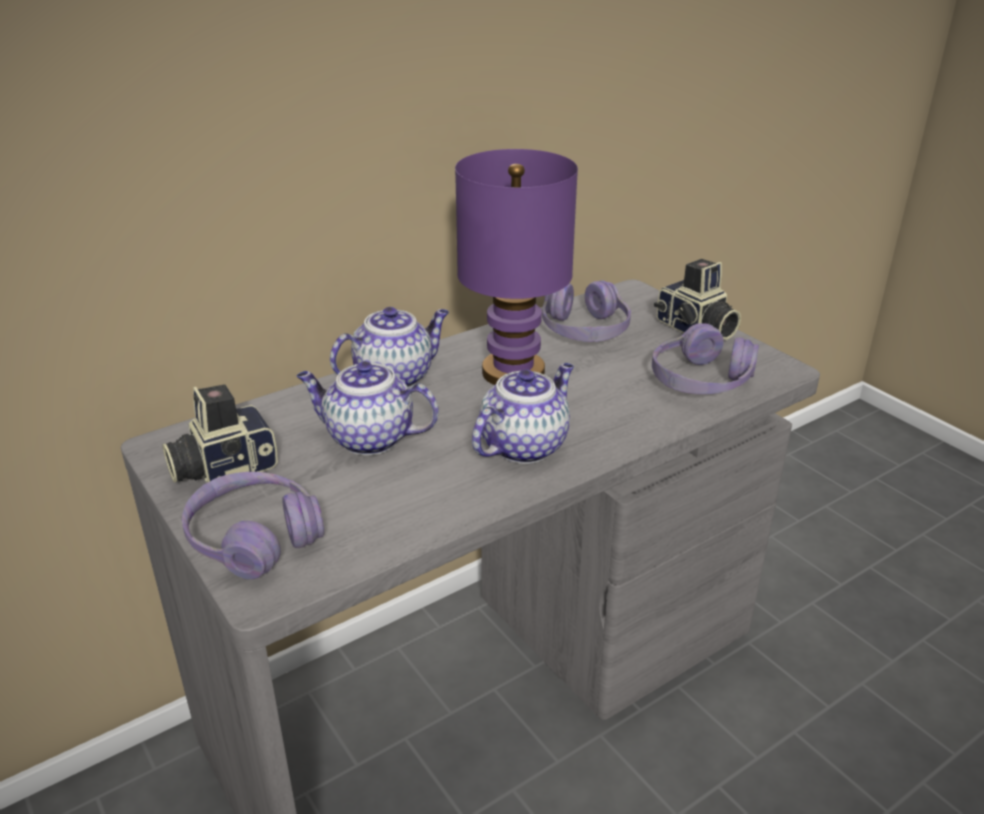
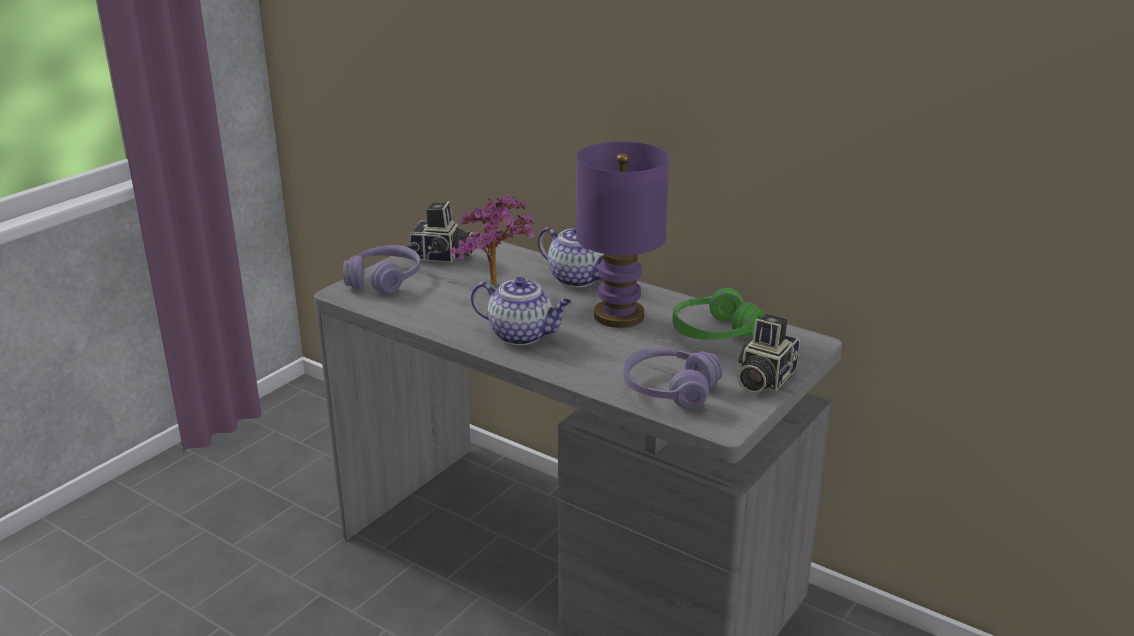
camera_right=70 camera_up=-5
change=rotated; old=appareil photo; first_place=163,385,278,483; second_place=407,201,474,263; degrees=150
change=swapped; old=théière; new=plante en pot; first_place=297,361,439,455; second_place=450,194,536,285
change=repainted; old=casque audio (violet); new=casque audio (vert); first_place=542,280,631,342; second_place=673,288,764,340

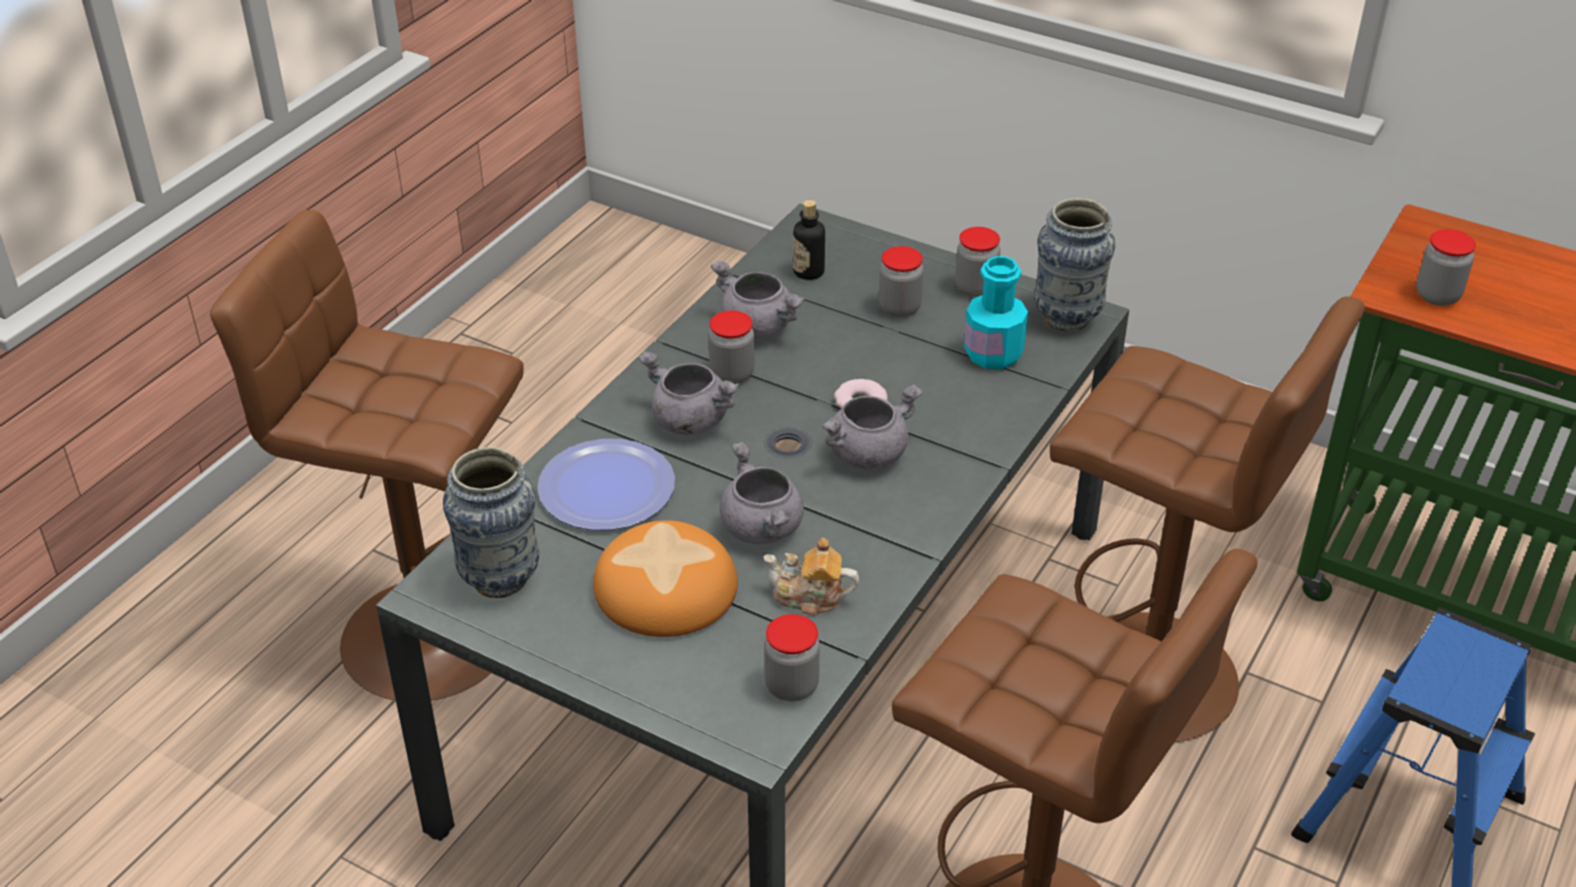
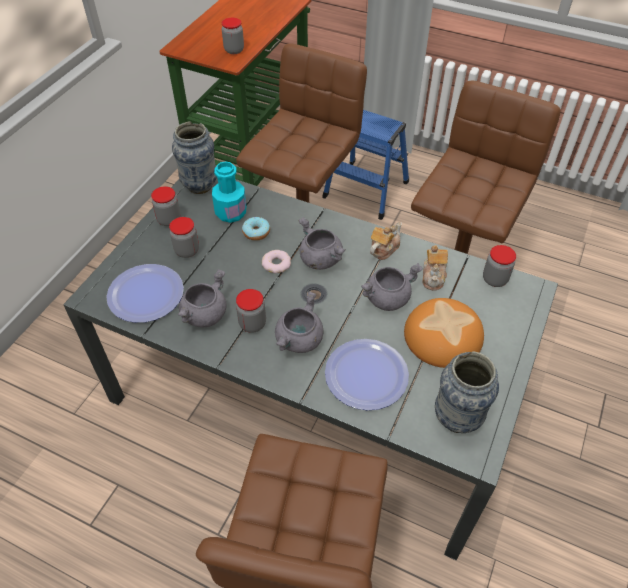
camera_right=-95 camera_up=10
change=swapped; old=bouteille; new=assiette; first_place=793,200,825,280; second_place=106,264,184,323
change=new; new=beignet; second_place=242,217,270,241
change=new; new=théière; second_place=370,222,402,260

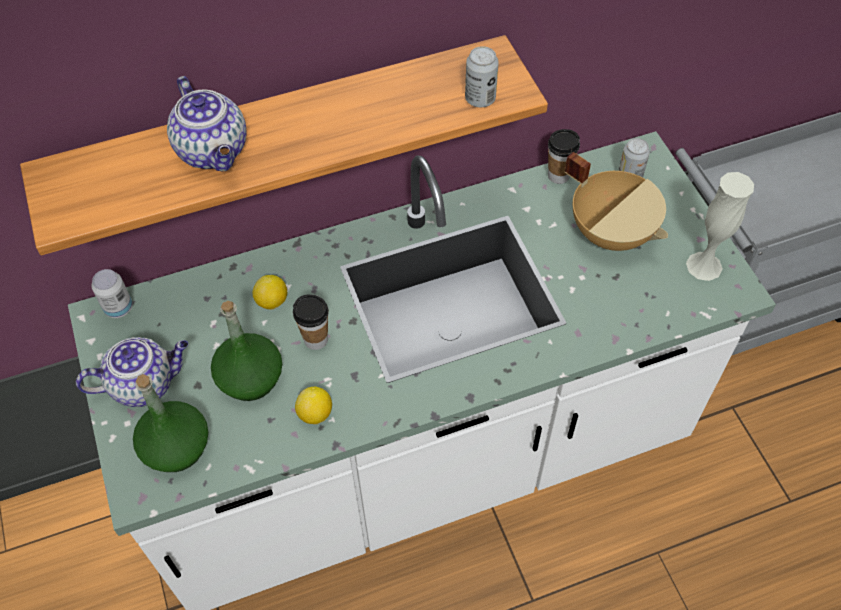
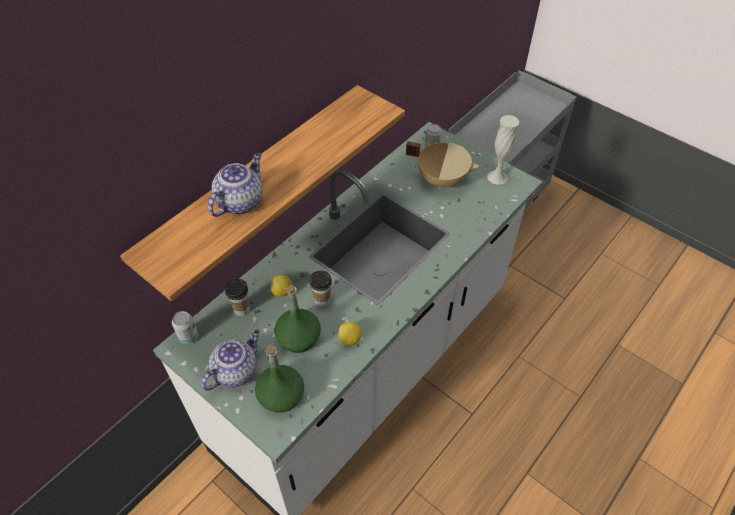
camera_right=-30 camera_up=-5
change=rotated; old=théière; first_place=167,76,247,171; second_place=208,153,262,217; degrees=-90
change=shifted; old=tasse; first_place=548,129,580,184; second_place=225,279,250,316
change=gone; old=boîte métallique; first_place=465,46,499,107

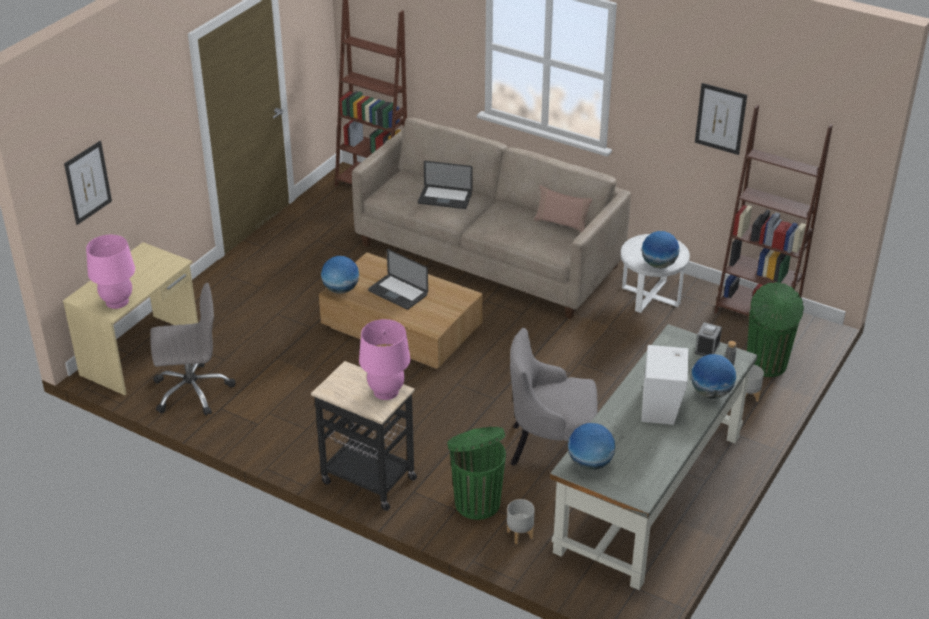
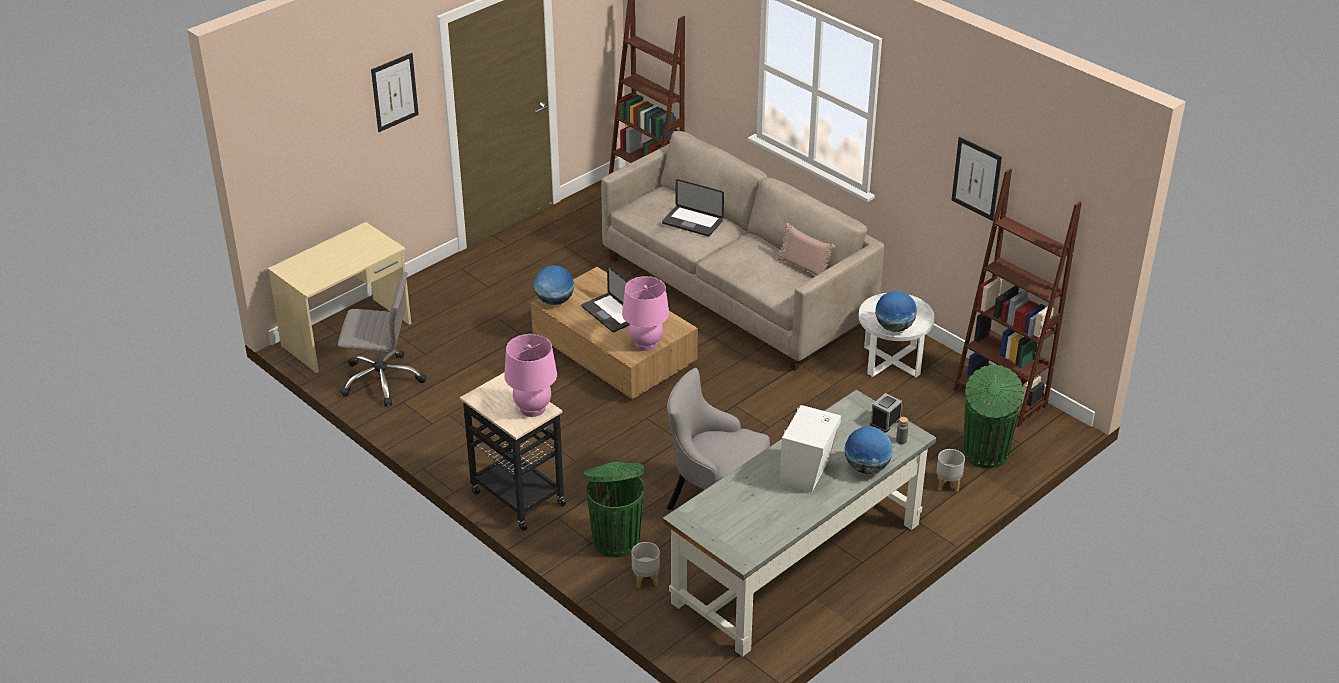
camera_right=15 camera_up=0
change=shifted; old=tableau; first_place=64,141,112,225; second_place=371,53,419,132
change=shifted; old=lampe de table (rose); first_place=86,235,135,309; second_place=622,276,669,351
change=gone; old=globe; first_place=568,423,615,470

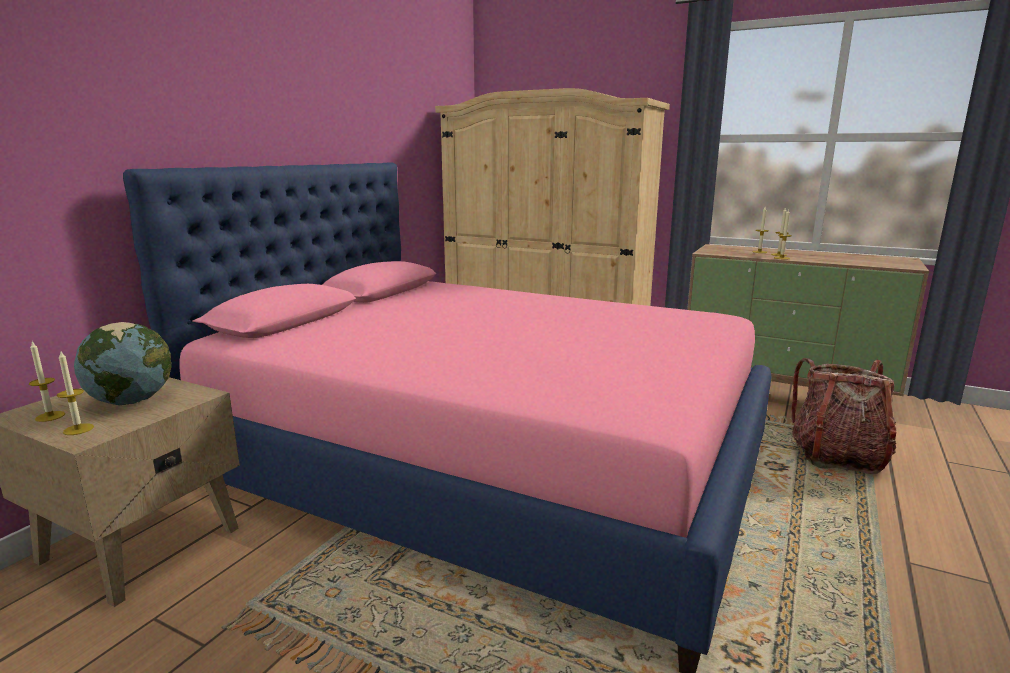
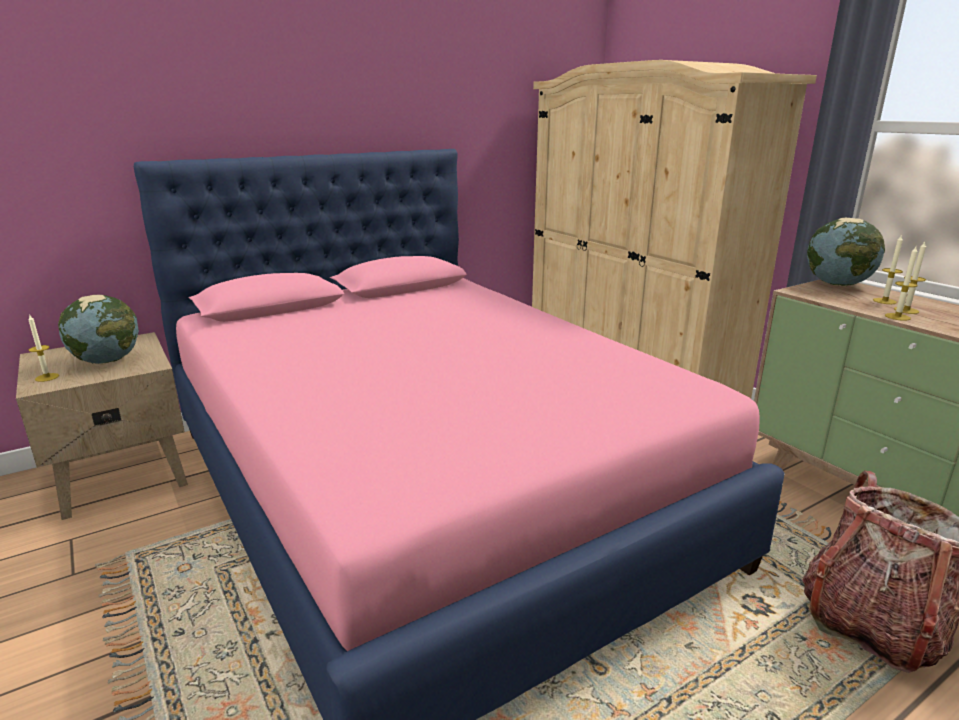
camera_right=30 camera_up=5
change=new; new=globe; second_place=807,218,885,286
change=gone; old=bougie; first_place=29,341,65,422

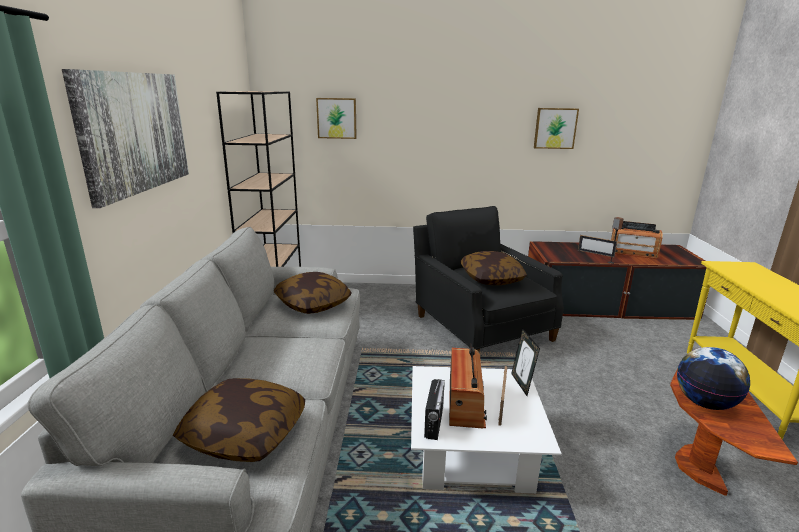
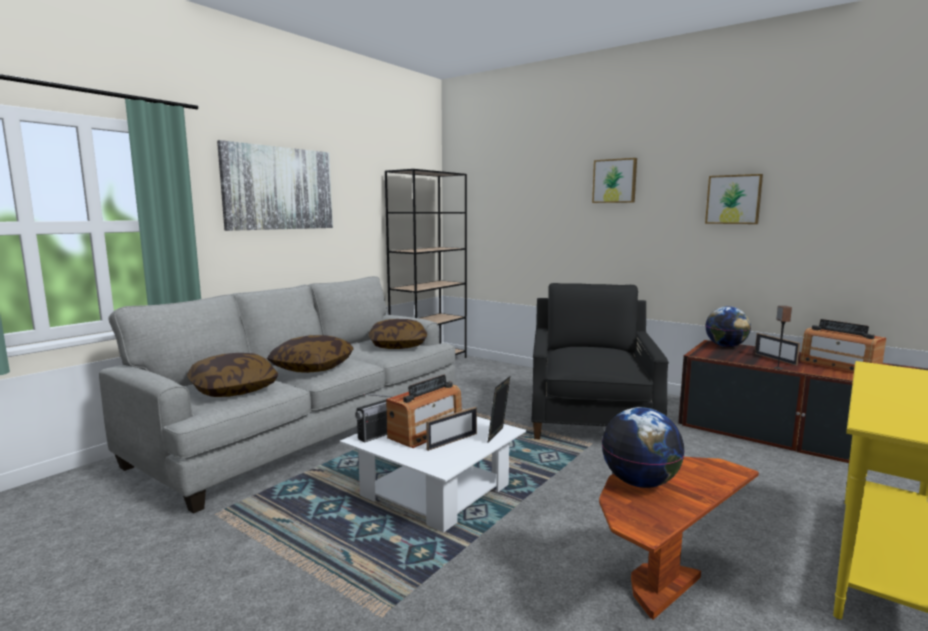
camera_right=35 camera_up=-10
change=shifted; old=coussin; first_place=461,251,527,285; second_place=267,335,354,373
change=shifted; old=tableau; first_place=316,98,357,139; second_place=592,158,637,203
change=new; new=globe; second_place=705,306,751,347

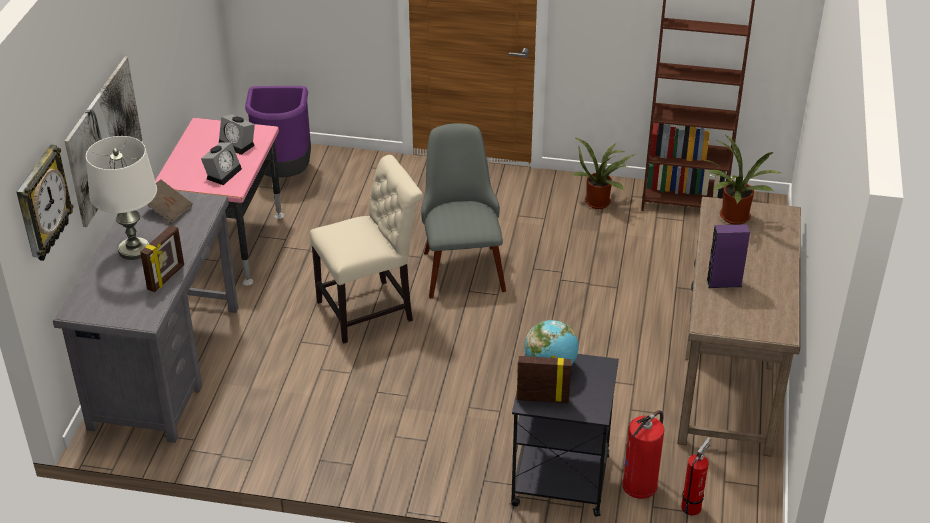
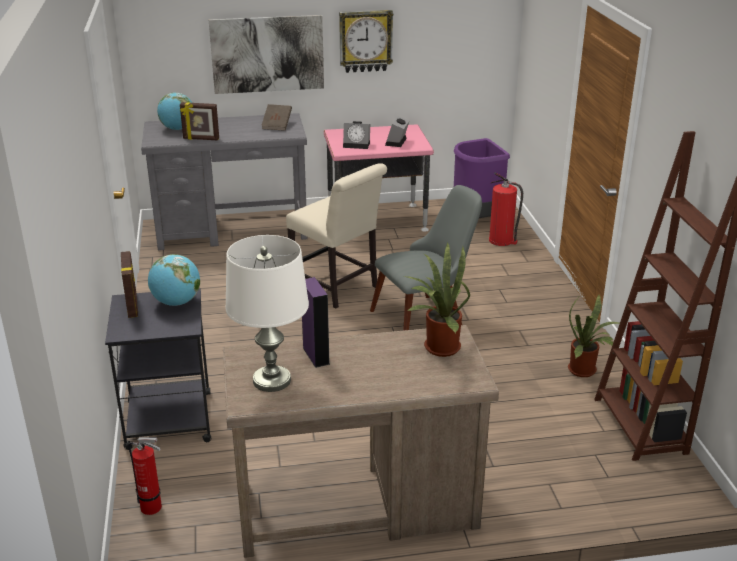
camera_right=70 camera_up=-10
change=new; new=globe; second_place=157,92,192,130
change=shifted; old=lampe de table (blanc); first_place=86,136,157,260; second_place=225,235,309,392
change=shifted; old=horloge murale; first_place=16,145,74,261; second_place=339,10,393,73
change=shifted; old=extincteur; first_place=622,410,664,499; second_place=489,173,523,246

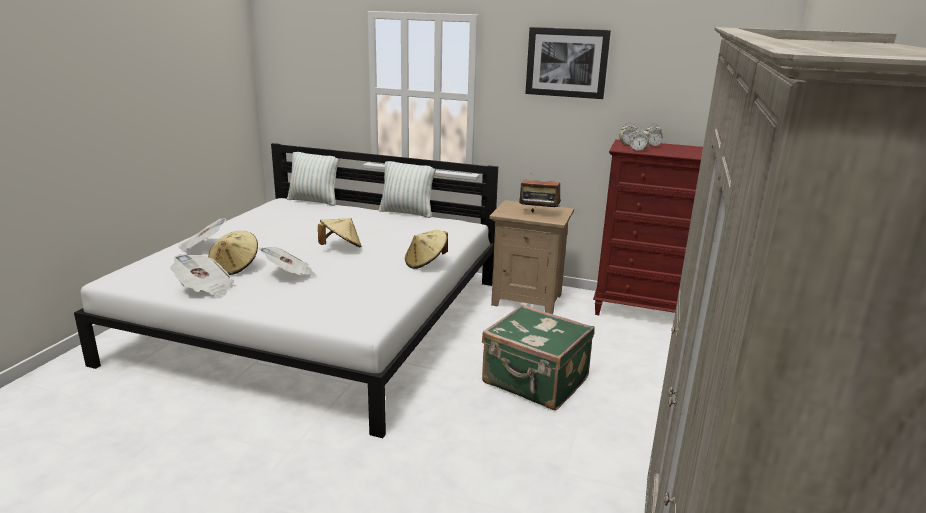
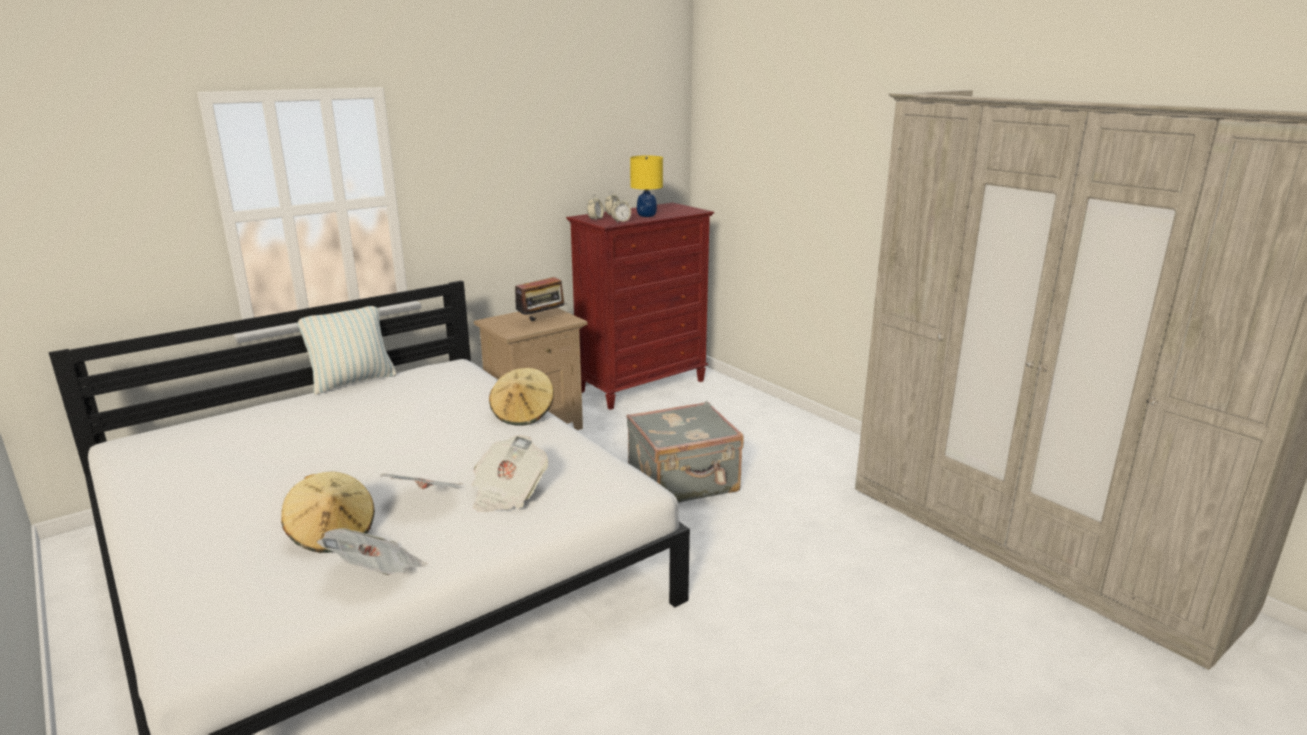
camera_right=-55 camera_up=0
change=shifted; old=journal; first_place=178,218,227,252; second_place=472,435,548,512
change=repainted; old=valise (vert); new=valise (gris); first_place=482,304,595,411; second_place=626,401,744,503
change=new; new=lampe de table (jaune); second_place=630,156,663,217
change=gone; old=coussin; first_place=287,152,340,206
change=gone; old=chapeau (beige); first_place=318,218,362,247
change=gone; old=tableau; first_place=525,27,611,99

